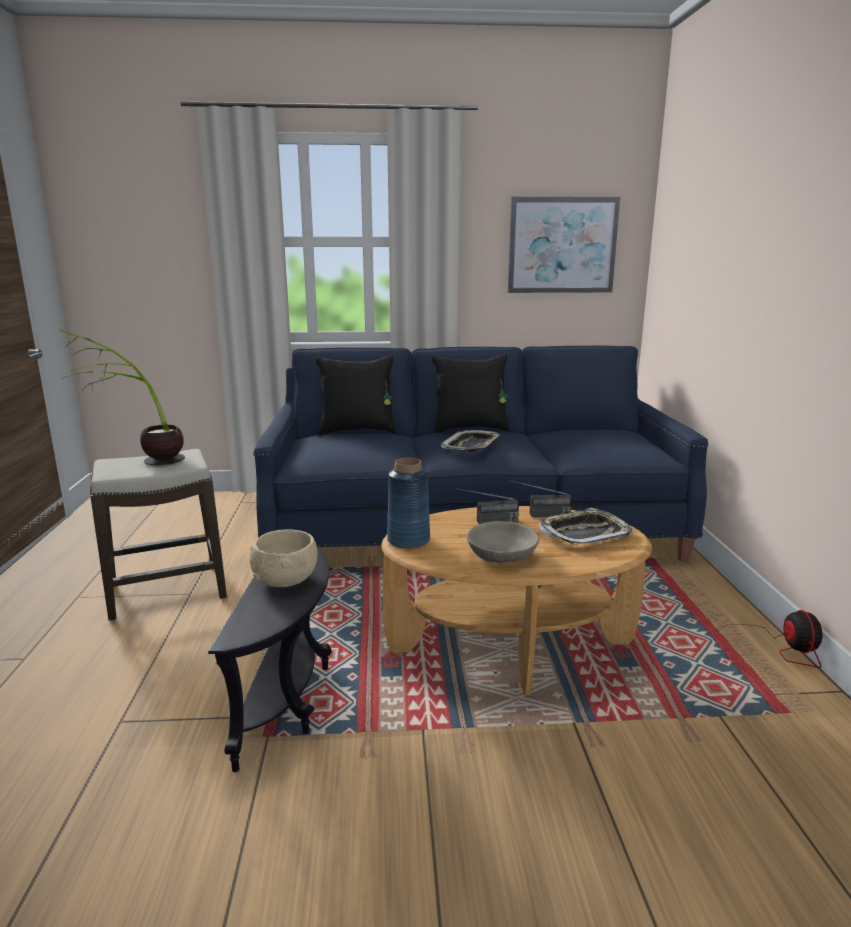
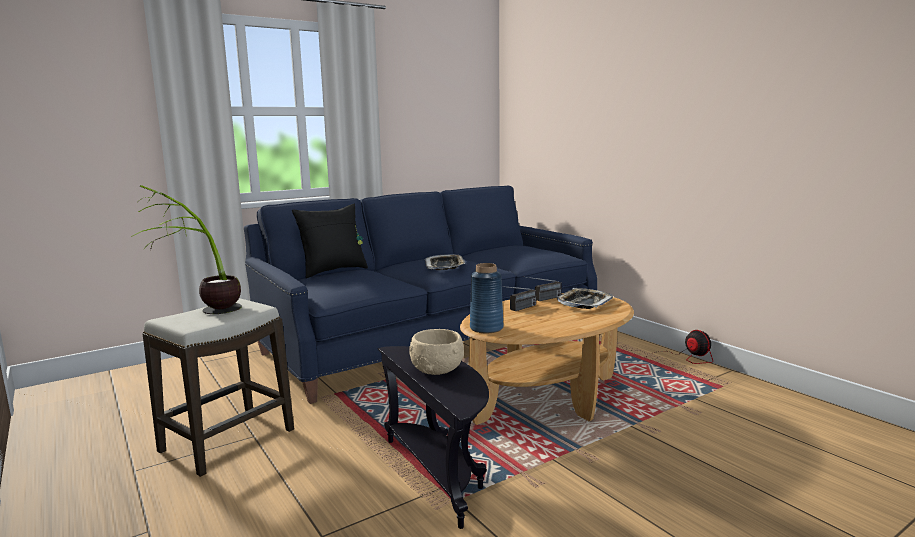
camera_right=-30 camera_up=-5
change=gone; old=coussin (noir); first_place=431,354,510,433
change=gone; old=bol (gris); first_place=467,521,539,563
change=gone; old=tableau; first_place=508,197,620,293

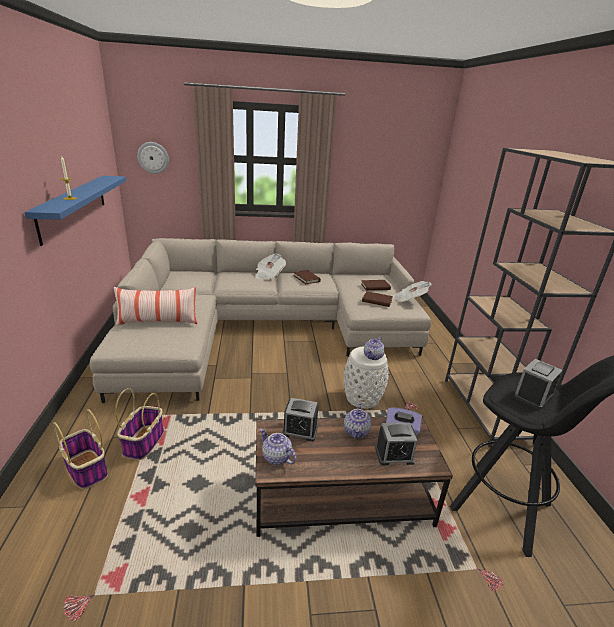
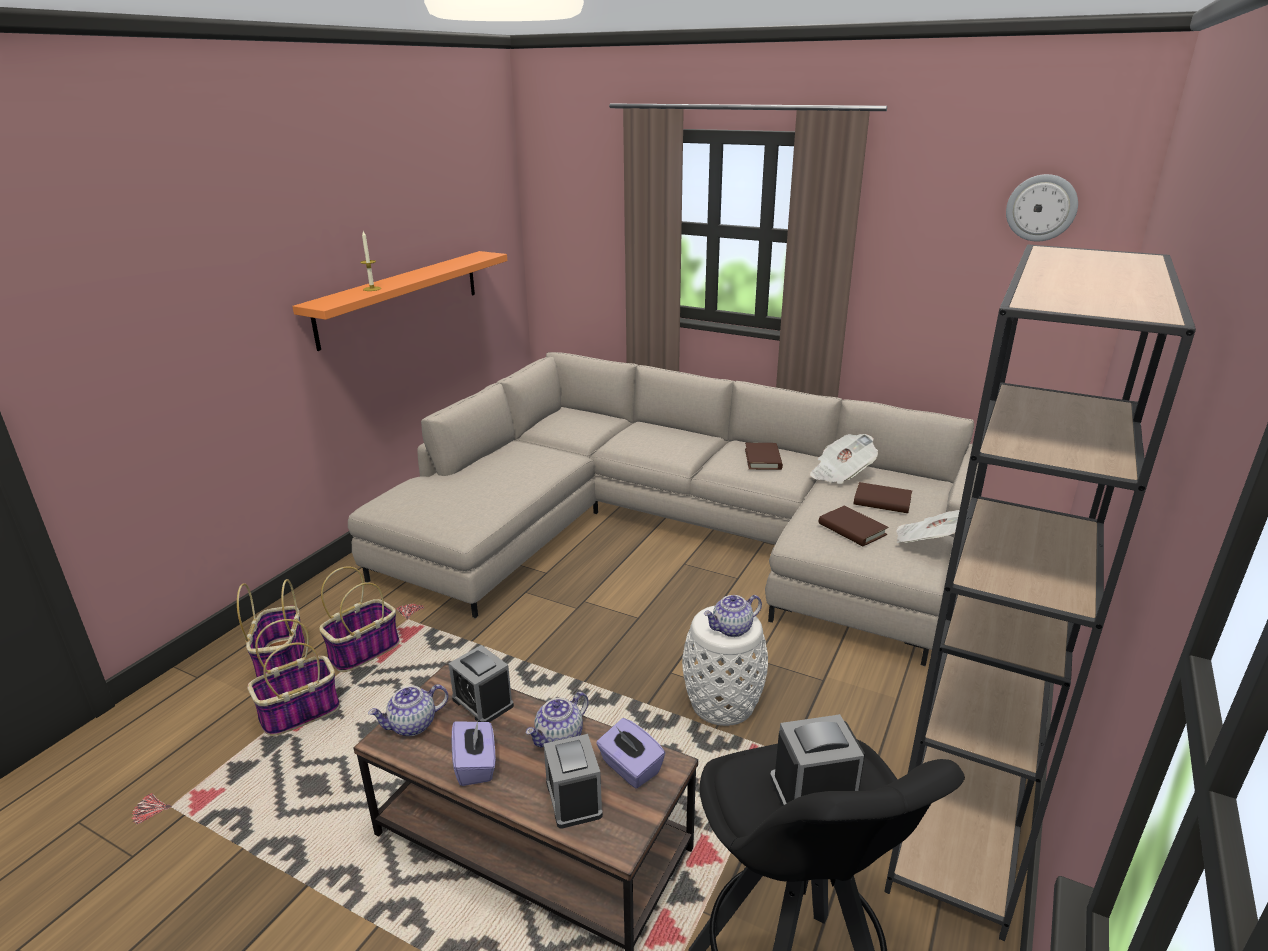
camera_right=35 camera_up=0
change=new; new=panier; second_place=247,619,340,736
change=repainted; old=étagère (bleu); new=étagère (orange); first_place=24,176,126,246; second_place=292,251,507,351
change=rotated; old=théière; first_place=260,428,296,465; second_place=368,684,448,736; degrees=-105
change=new; new=boîte à mouchoirs (violet); second_place=452,721,496,786
change=rotated; old=réveil; first_place=375,423,418,465; second_place=544,734,603,829; degrees=45
change=shifted; old=journal; first_place=255,254,286,279; second_place=810,434,878,484
change=shifted; old=horloge murale; first_place=137,142,169,174; second_place=1006,174,1078,242
change=gone; old=coussin; first_place=114,287,197,326

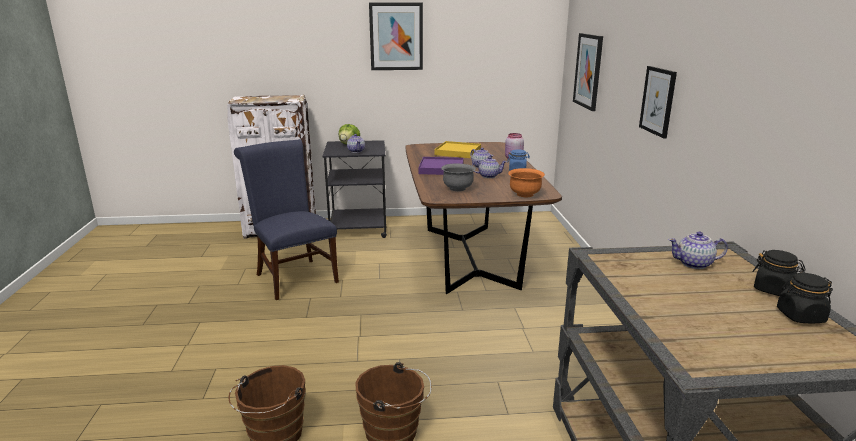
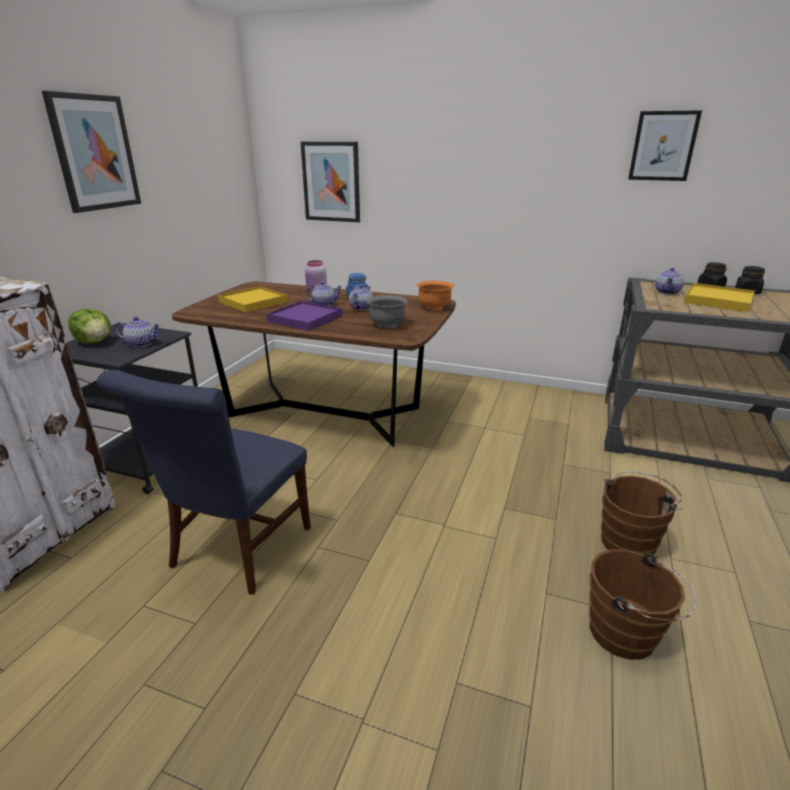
camera_right=-65 camera_up=5
change=rotated; old=chaise (bleu); first_place=234,139,339,300; second_place=97,370,311,595; degrees=-60
change=shifted; old=tableau; first_place=639,66,677,138; second_place=628,110,702,181
change=new; new=plateau (jaune); second_place=684,283,755,312

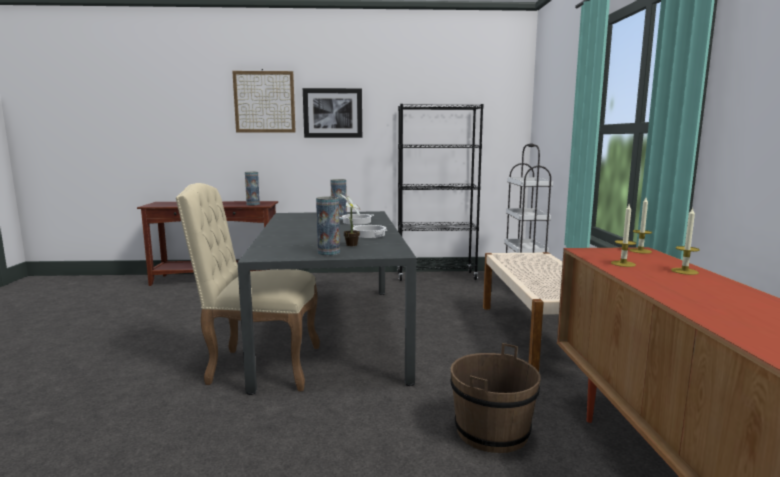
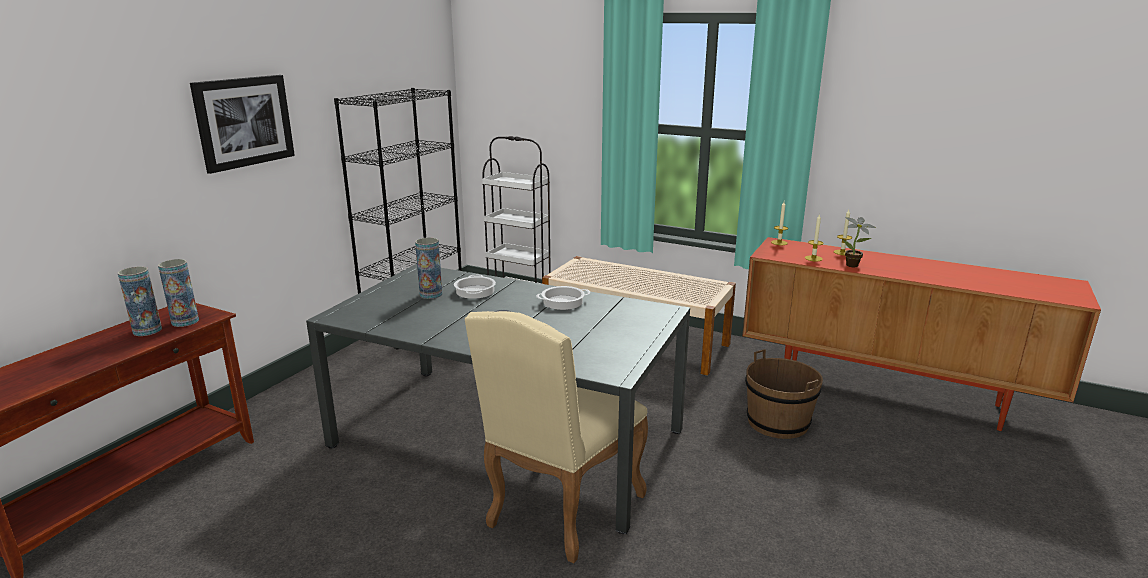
camera_right=-60 camera_up=10
change=shifted; old=vase; first_place=316,197,340,256; second_place=118,266,162,336
change=shifted; old=plante en pot; first_place=340,194,361,246; second_place=842,217,876,267
change=gone; old=tableau; first_place=232,69,296,132

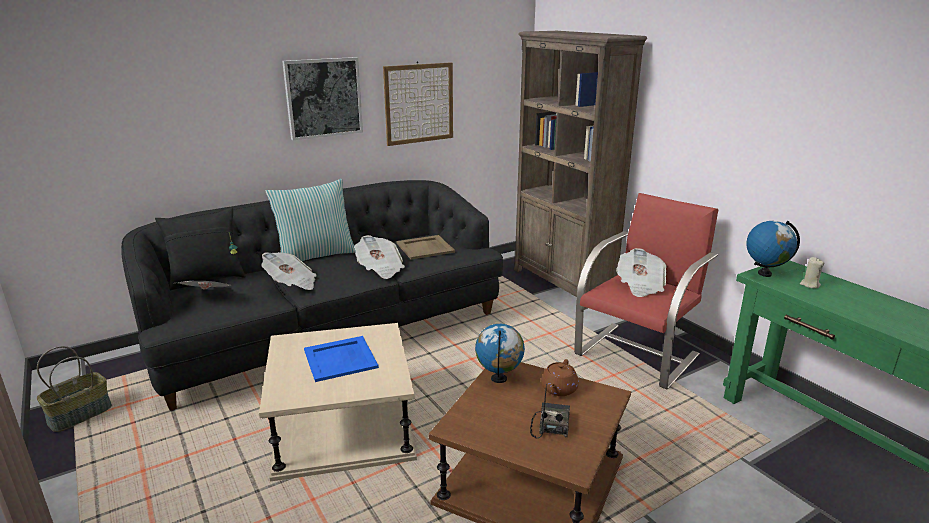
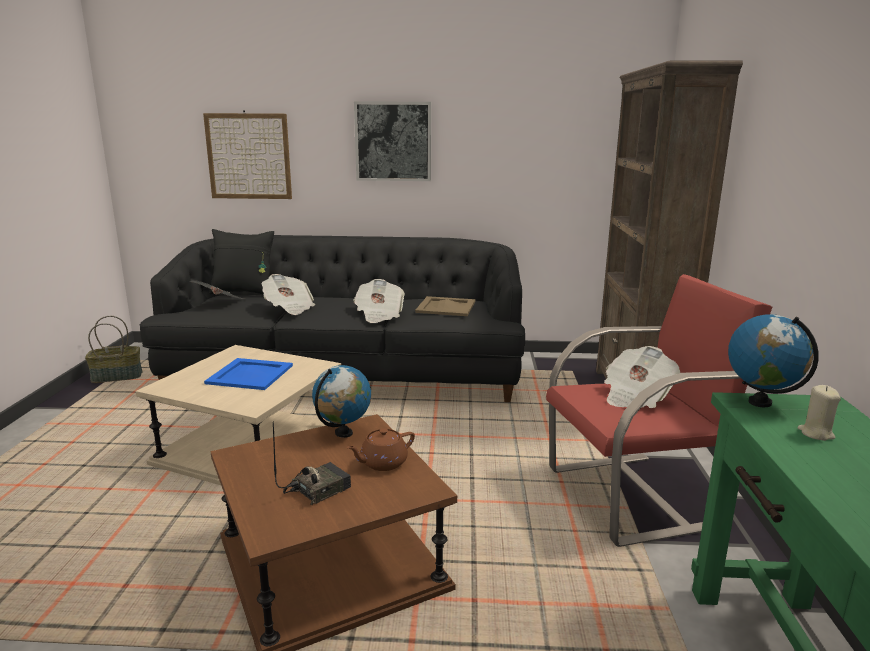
camera_right=35 camera_up=-5
change=shifted; old=tableau; first_place=383,61,453,146; second_place=203,110,292,199
change=gone; old=coussin; first_place=266,179,355,261

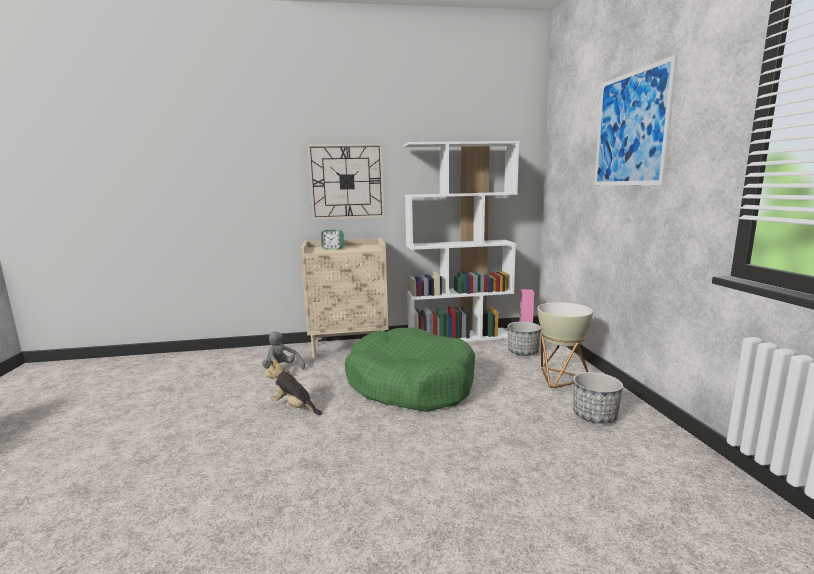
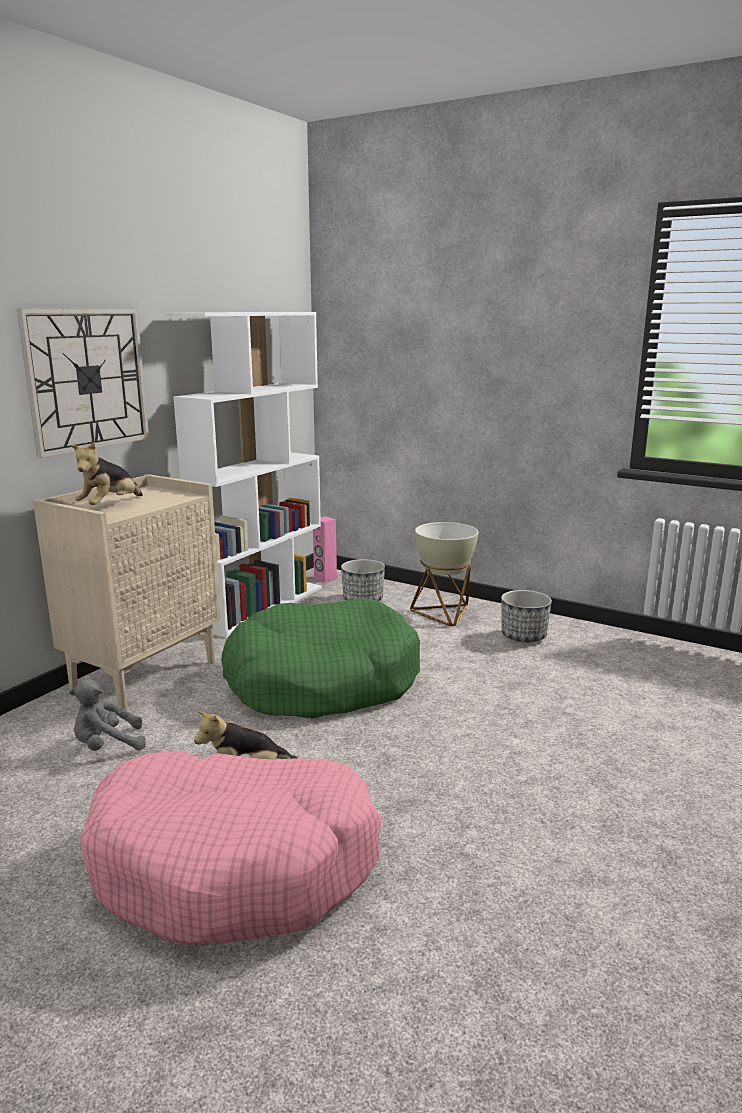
camera_right=-50 camera_up=5
change=swapped; old=réveil; new=peluche; first_place=321,230,344,249; second_place=71,442,143,505
change=new; new=panier pour chien (rose); second_place=80,751,382,944
change=gone; old=tableau; first_place=594,55,678,185

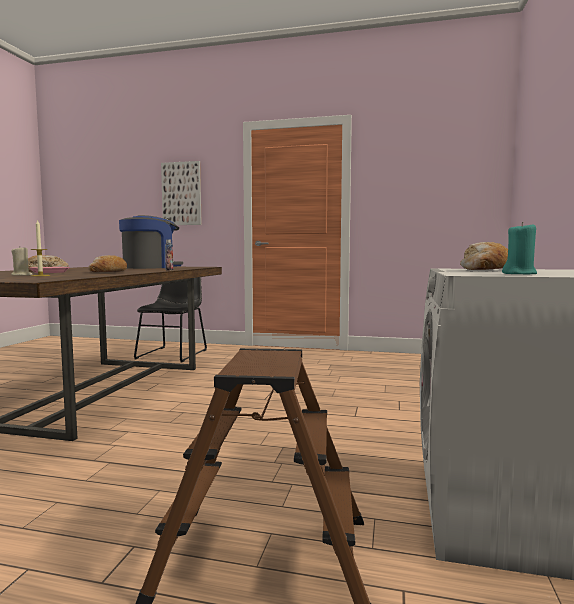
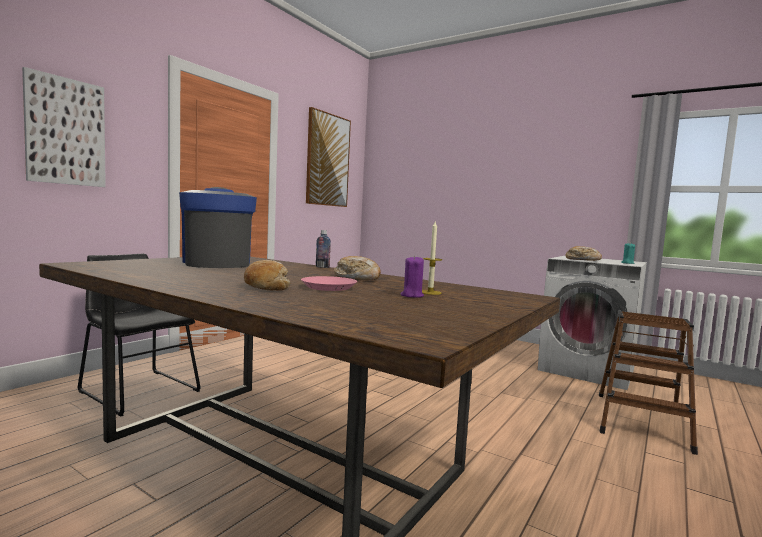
camera_right=-70 camera_up=0
change=new; new=tableau; second_place=306,107,351,207
change=repainted; old=bougie (beige); new=bougie (violet); first_place=11,247,33,276; second_place=400,255,424,298

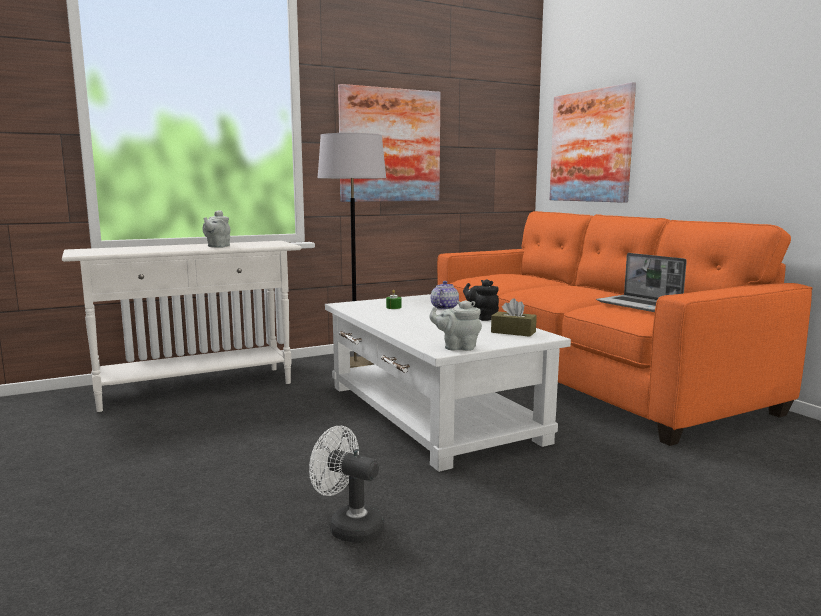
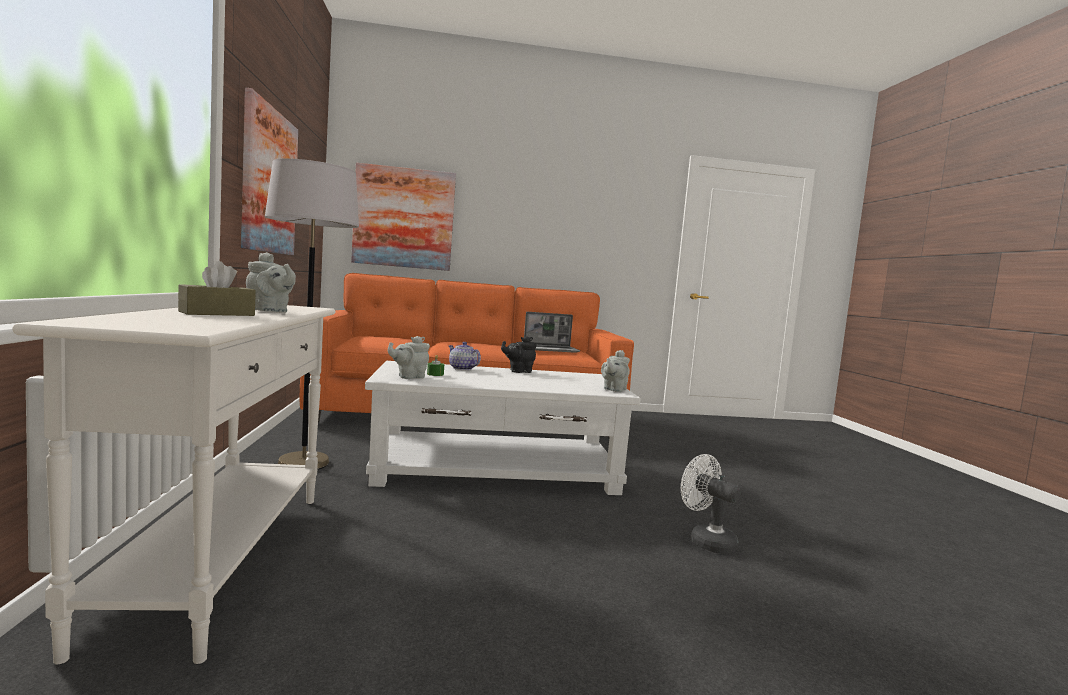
camera_right=-70 camera_up=-5
change=shifted; old=boîte à mouchoirs (marron); first_place=491,298,537,337; second_place=178,261,256,316
change=new; new=théière (gris); second_place=388,336,430,379
change=rotated; old=ventilateur (blanc); first_place=309,426,384,543; second_place=681,454,741,554; degrees=90

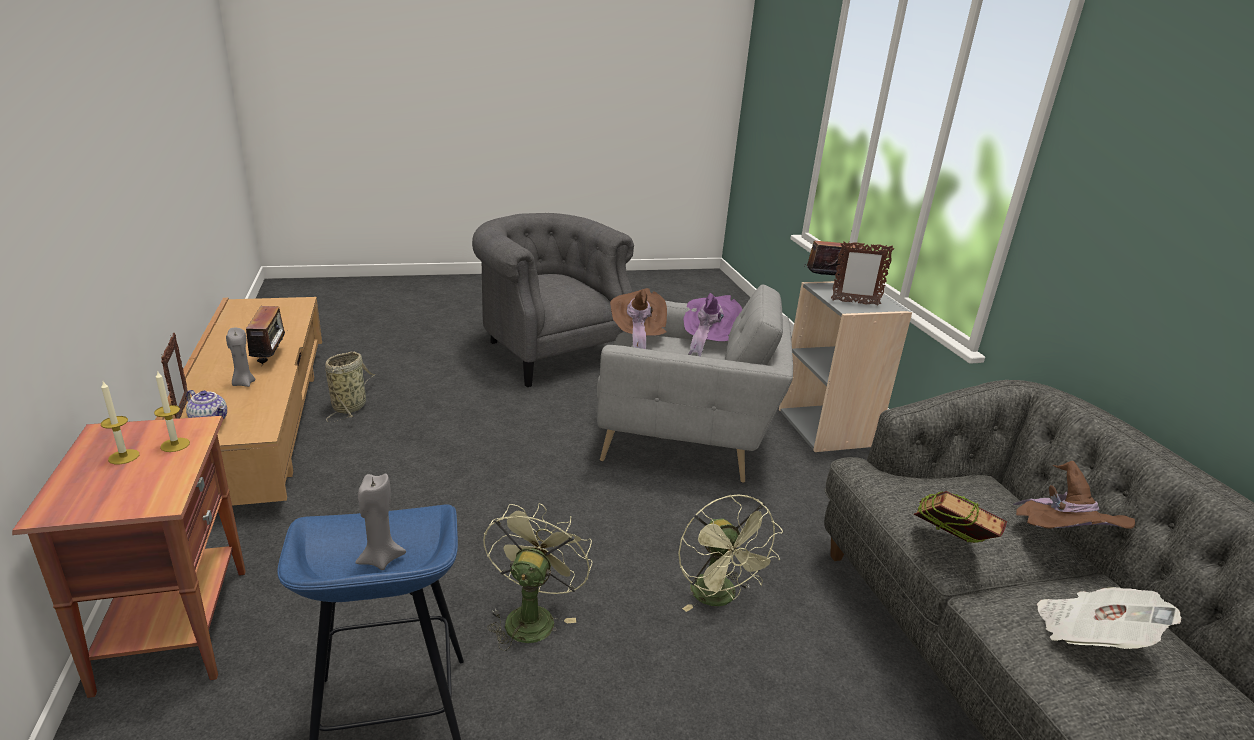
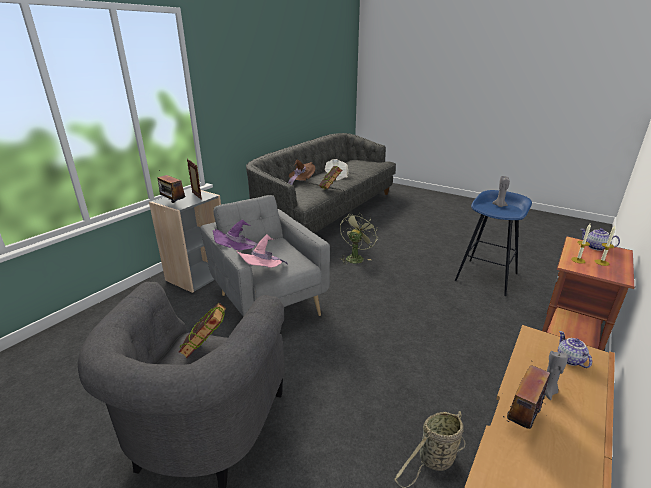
camera_right=-130 camera_up=0
change=new; new=livre; second_place=178,302,226,359
change=repainted; old=chapeau (marron); new=chapeau (rose); first_place=610,288,667,349; second_place=236,234,288,268
change=new; new=théière; second_place=581,228,620,251
change=gone; old=cadre photo; first_place=161,333,188,419
change=gone; old=ventilateur (vert); first_place=483,503,592,651

